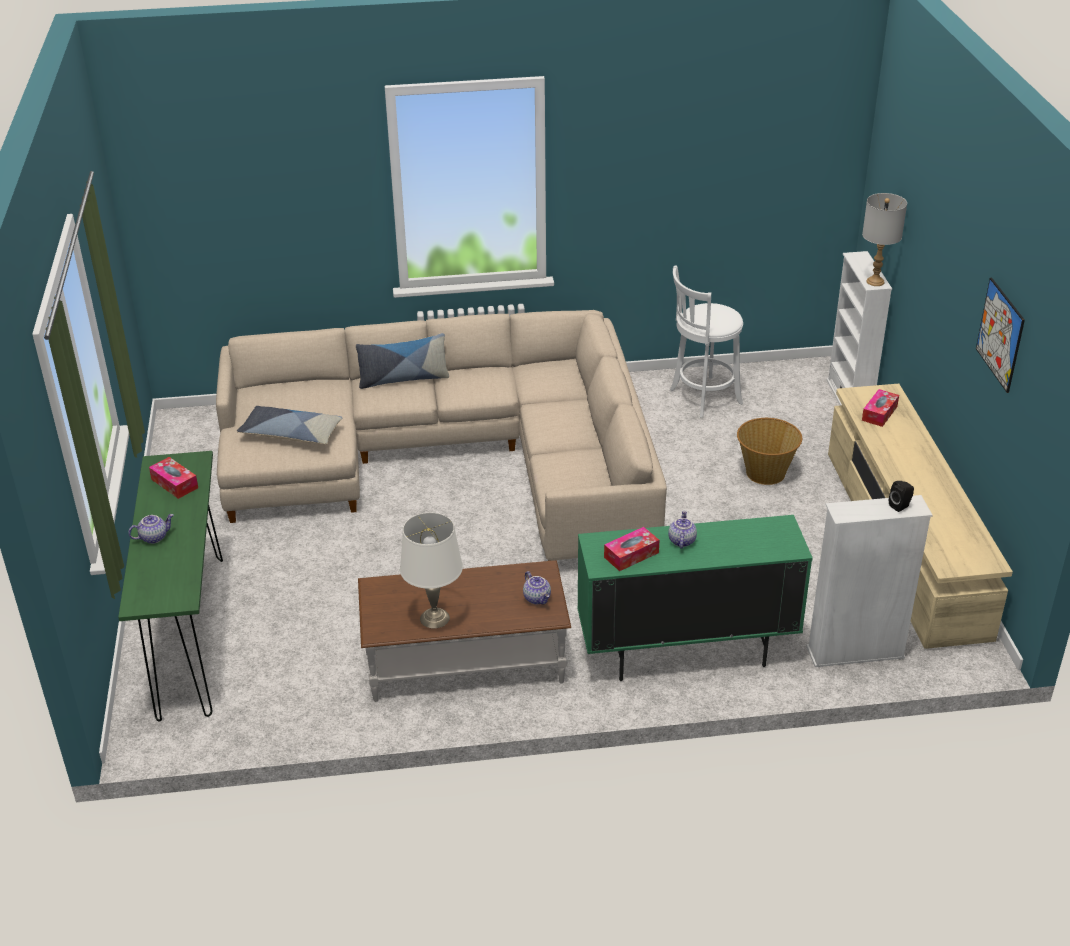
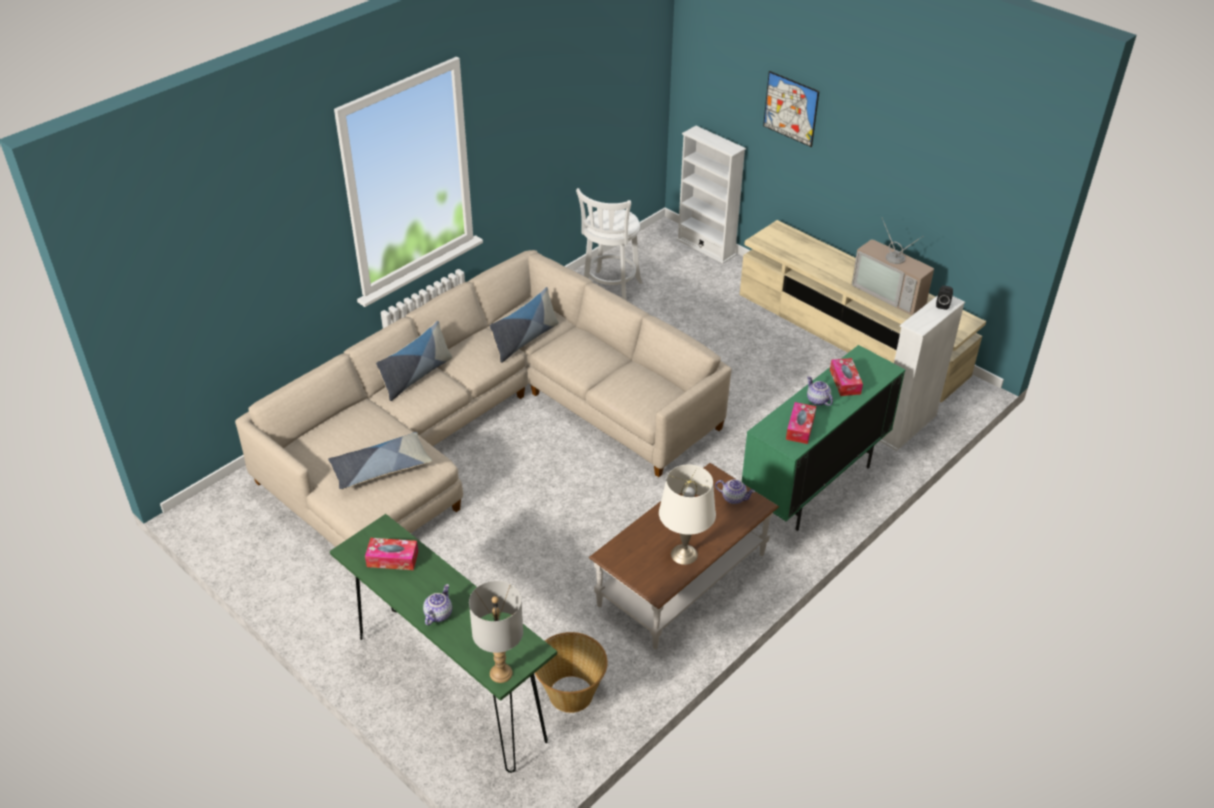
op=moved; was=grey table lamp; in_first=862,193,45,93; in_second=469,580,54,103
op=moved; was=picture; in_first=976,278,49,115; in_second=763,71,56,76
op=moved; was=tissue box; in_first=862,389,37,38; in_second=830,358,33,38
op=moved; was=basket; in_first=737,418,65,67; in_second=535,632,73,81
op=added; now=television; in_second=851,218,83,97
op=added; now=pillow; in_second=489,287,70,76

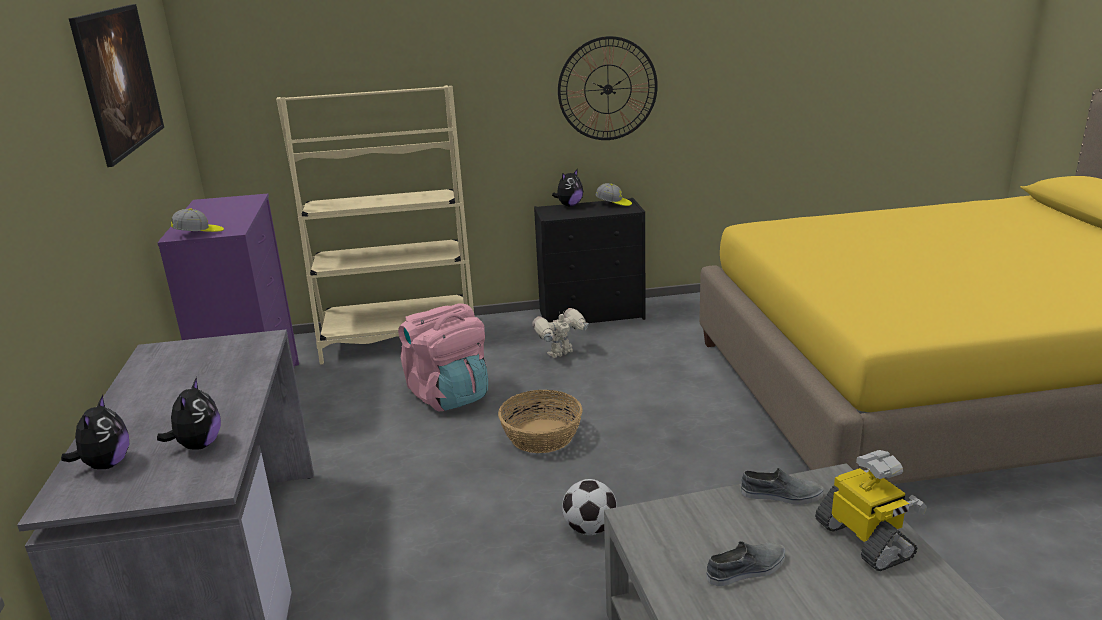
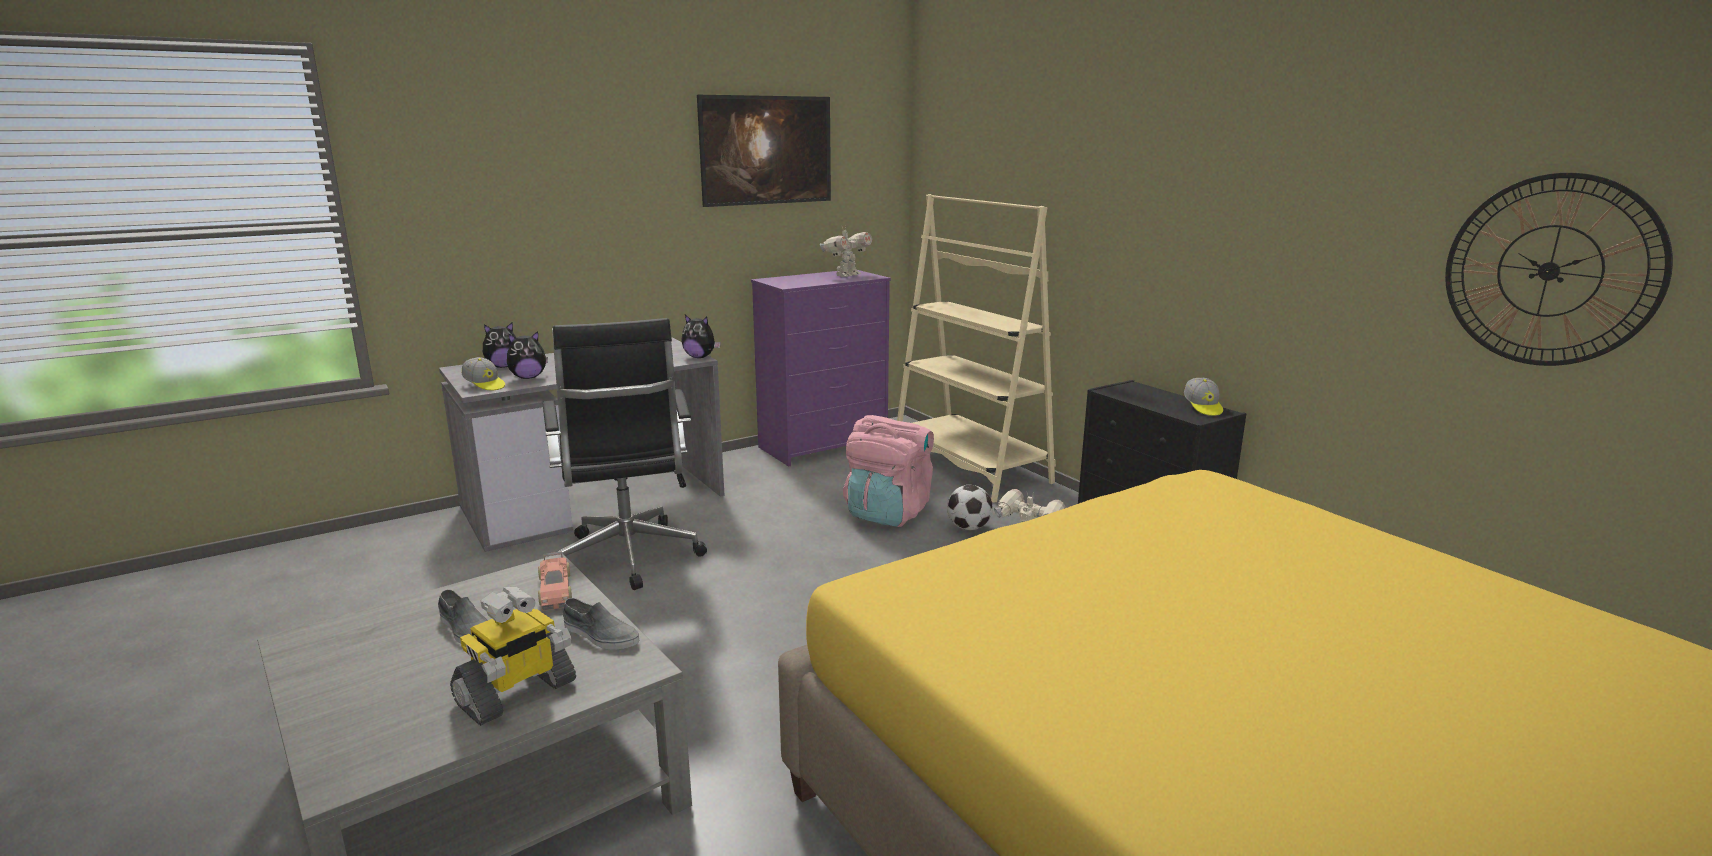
op=moved; was=wall clock; in_first=558,36,100,104; in_second=1445,173,228,193
op=moved; was=plush toy; in_first=552,169,31,37; in_second=681,315,40,43
op=moved; was=cap; in_first=171,208,53,24; in_second=462,357,43,33
op=removed; was=basket; in_first=498,390,85,63
op=turned; was=grey shoe; in_first=741,468,83,37; in_second=563,598,76,52; clockwise=-45
op=moved; was=football; in_first=562,479,55,56; in_second=947,485,46,45
op=added; now=toy robot; in_second=820,227,52,50
op=added; now=black office chair; in_second=543,318,164,272
op=added; now=toy car; in_second=538,552,34,59

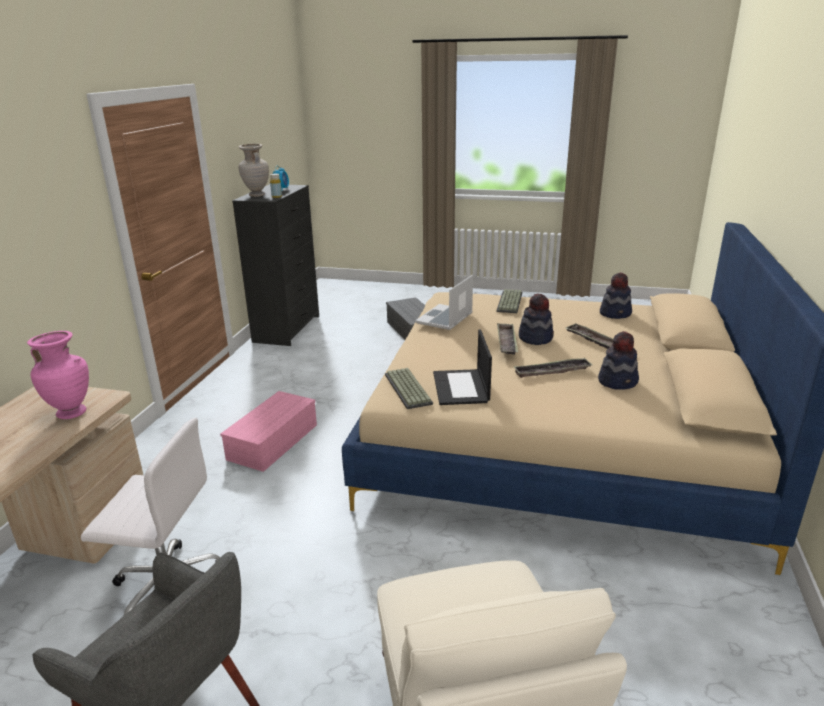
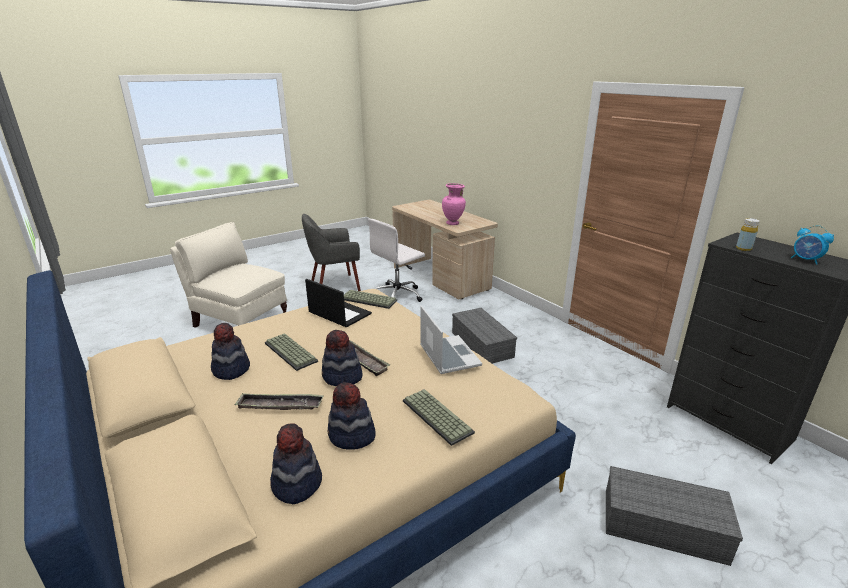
op=removed; was=beige vase; in_first=238,144,31,53
op=replaced; was=tray; now=keyboard; in_first=514,358,78,20; in_second=265,333,53,38
op=recoloured; was=pink storage box; now=grey storage box; in_first=220,391,97,81; in_second=452,308,65,56
op=added; now=hat; in_second=328,382,48,68

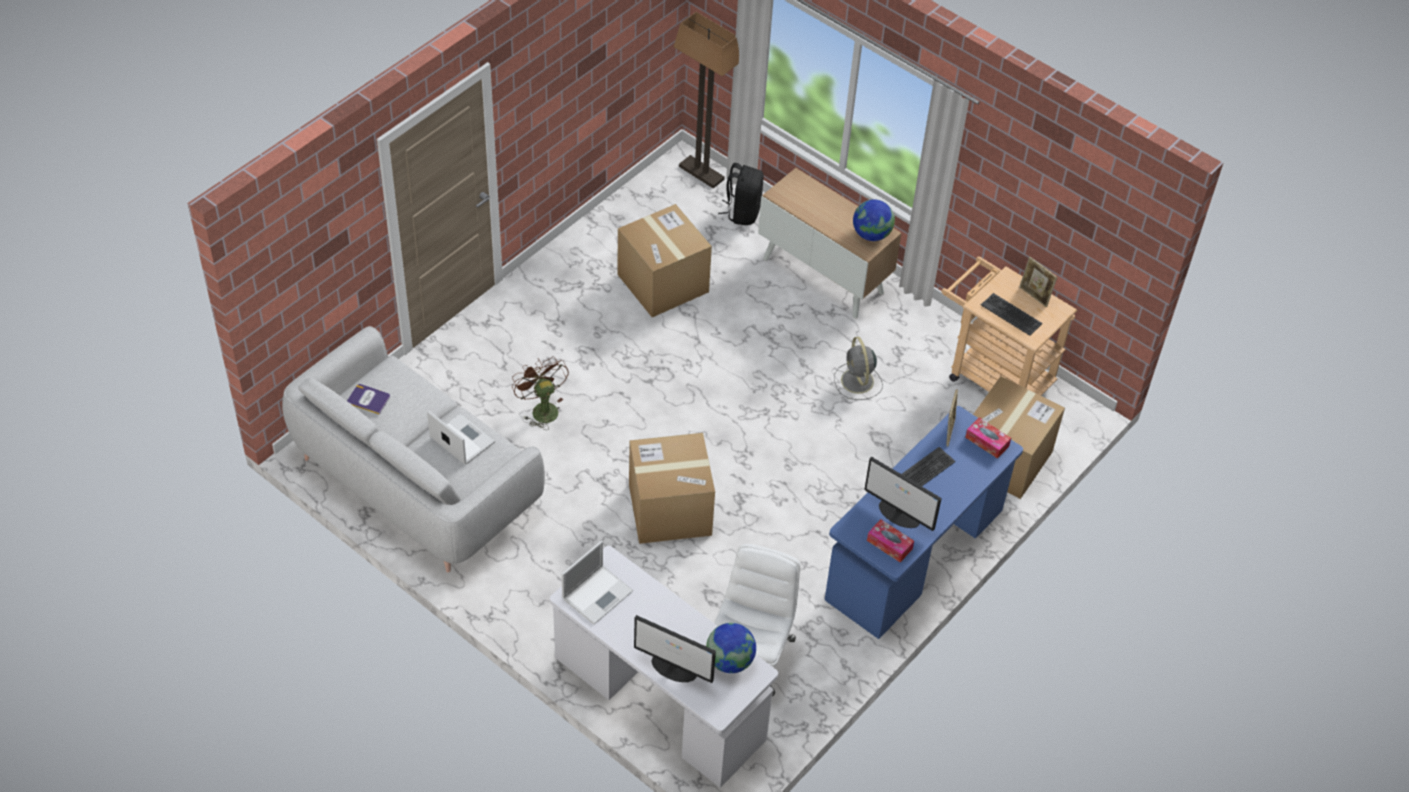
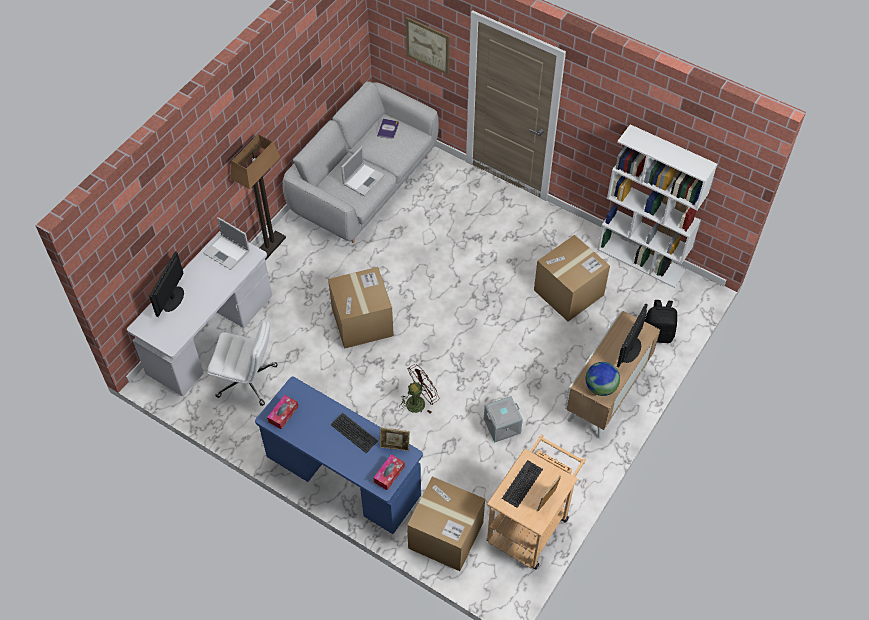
op=moved; was=floor lamp; in_first=674,12,65,177; in_second=230,134,56,127
op=replaced; was=grey fan; now=grey storage box; in_first=834,337,49,63; in_second=484,396,39,47
op=moved; was=brown fan; in_first=512,356,57,74; in_second=399,364,40,50
op=moved; was=monitor; in_first=864,457,78,74; in_second=617,303,31,64
op=removed; was=globe; in_first=706,623,50,50
op=added; now=picture; in_second=406,17,44,58
op=added; now=white bookcase; in_second=597,124,120,164

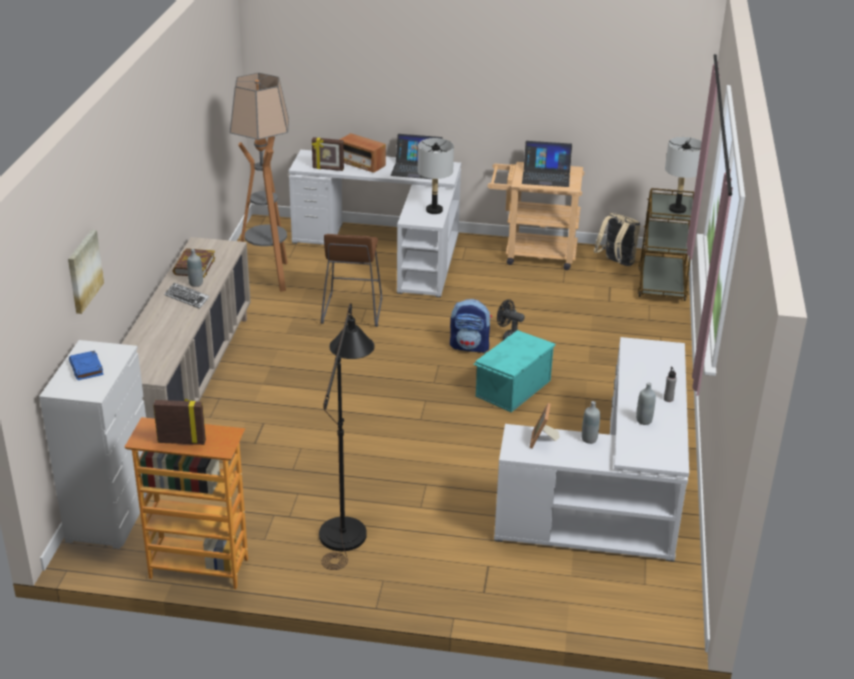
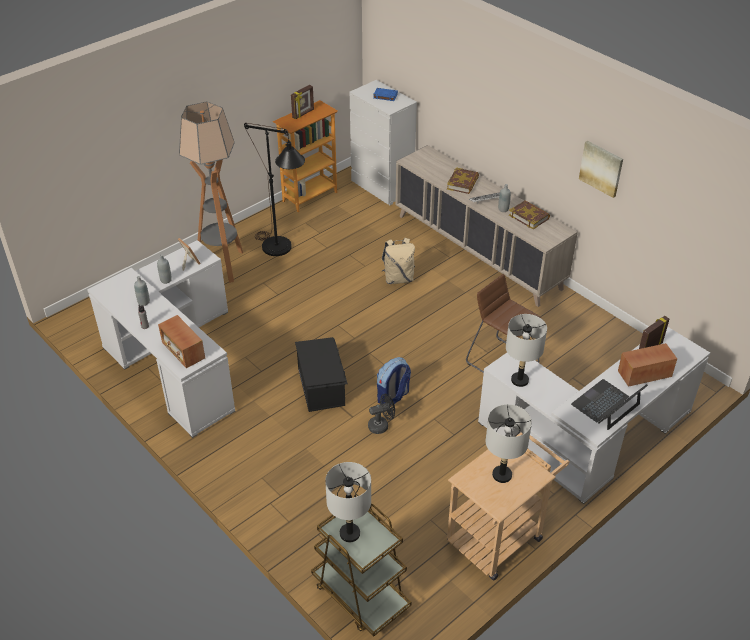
op=moved; was=floor lamp; in_first=230,73,59,219; in_second=179,101,64,182
op=replaced; was=laptop; now=grey table lamp; in_first=522,141,50,46; in_second=486,404,46,79
op=moved; was=beige backpack; in_first=594,213,46,53; in_second=381,238,34,46
op=moved; was=picture; in_first=68,230,36,84; in_second=579,141,44,57
op=recoloured; was=turquoise storage box; now=black storage box; in_first=473,330,83,82; in_second=295,337,53,75
op=added; now=book; in_second=447,167,32,27
op=added; now=radio; in_second=158,315,47,53

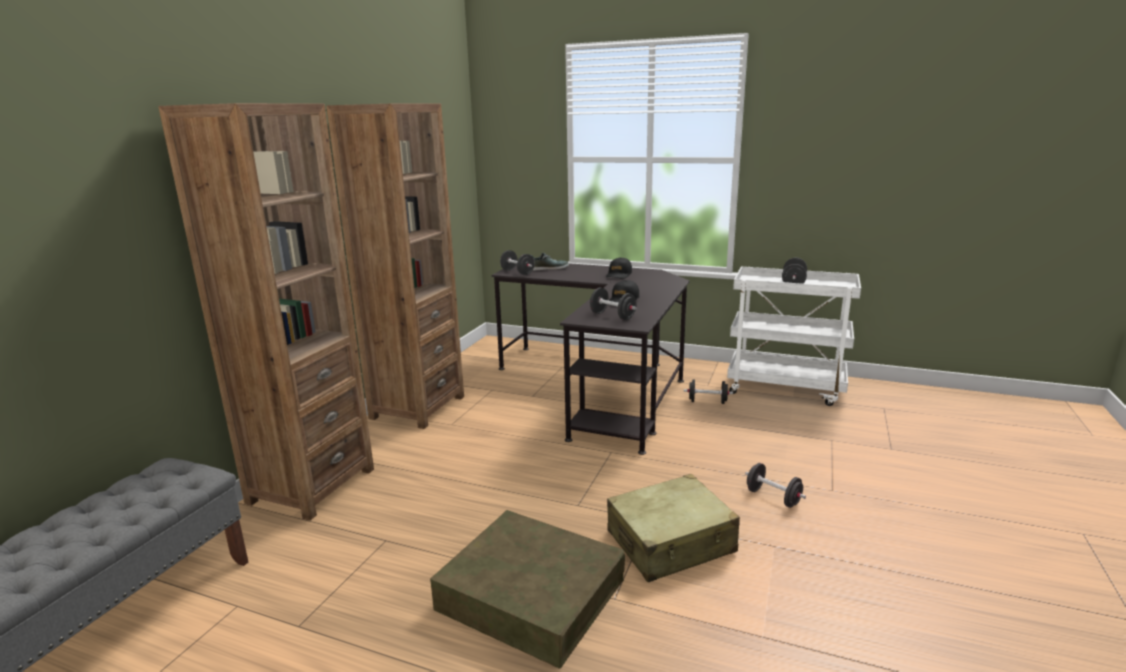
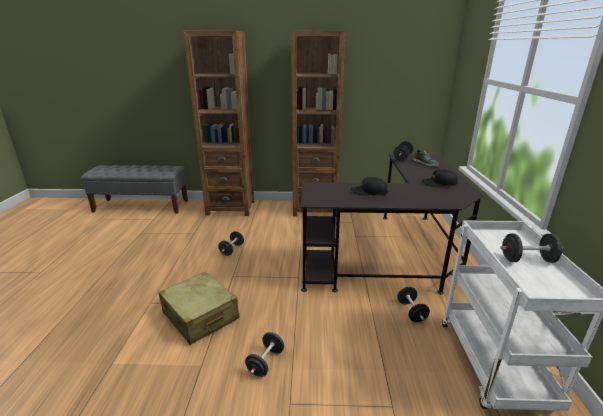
op=moved; was=black dumbbell; in_first=590,288,47,32; in_second=218,231,26,25
op=removed; was=brown storage box; in_first=430,510,195,159

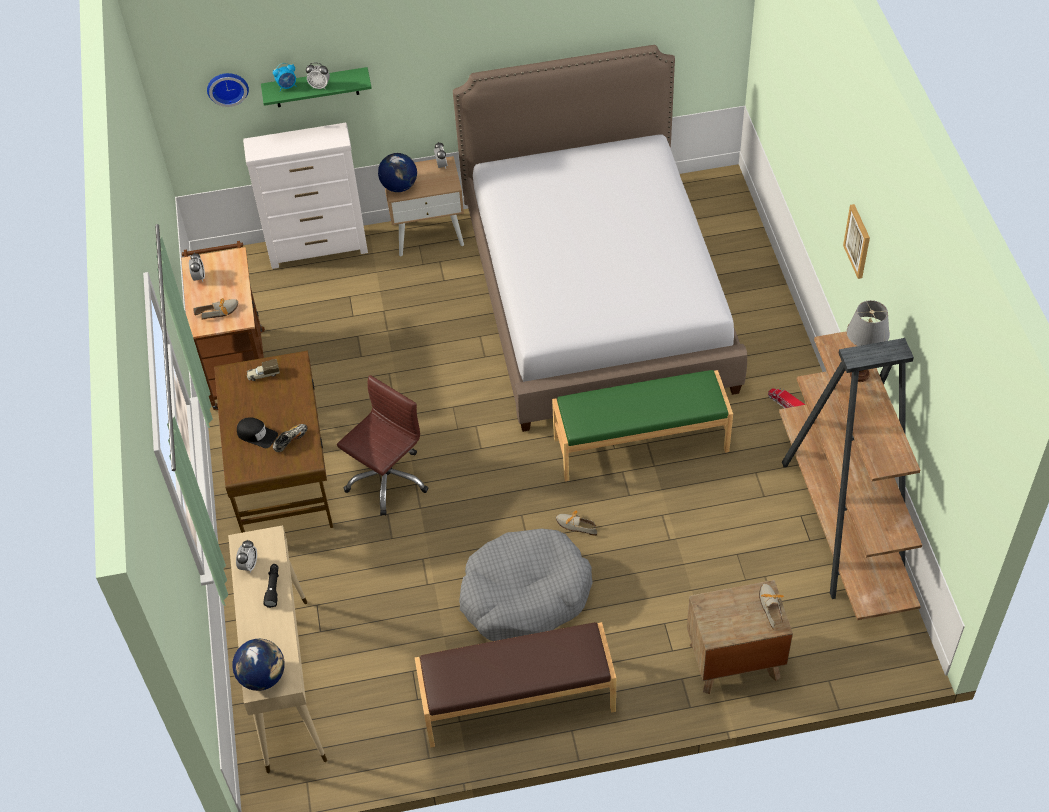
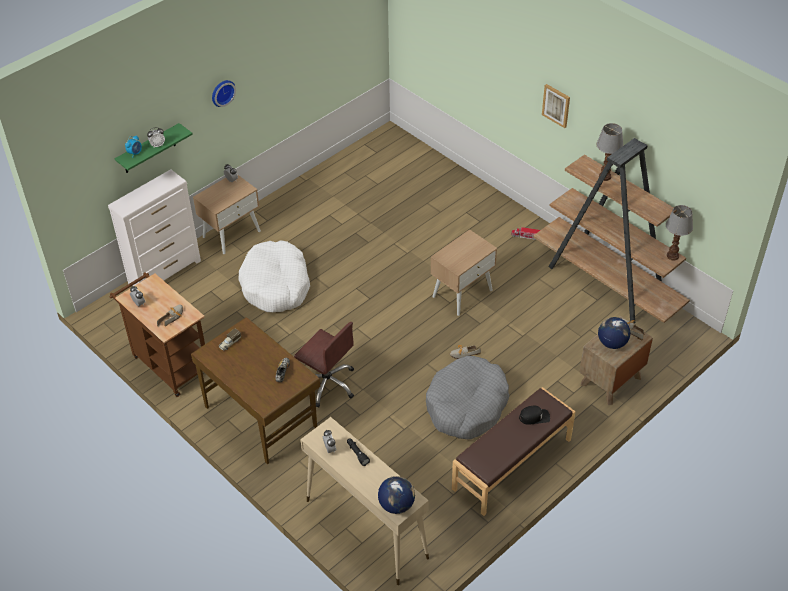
op=removed; was=bed; in_first=453,45,294,387
op=moved; was=wall clock; in_first=207,73,42,34; in_second=212,80,24,27
op=moved; was=globe; in_first=378,153,39,39; in_second=598,317,32,32
op=replaced; was=green bench; now=beige nightstand; in_first=552,370,181,111; in_second=430,229,67,87
op=turned; was=brown office chair; in_first=337,375,91,140; in_second=294,322,60,86; clockwise=120
op=moved; was=black cap; in_first=237,417,41,31; in_second=519,406,31,19
op=added; now=table lamp; in_second=666,205,27,56
op=added; now=white dog bed; in_second=239,241,71,71

